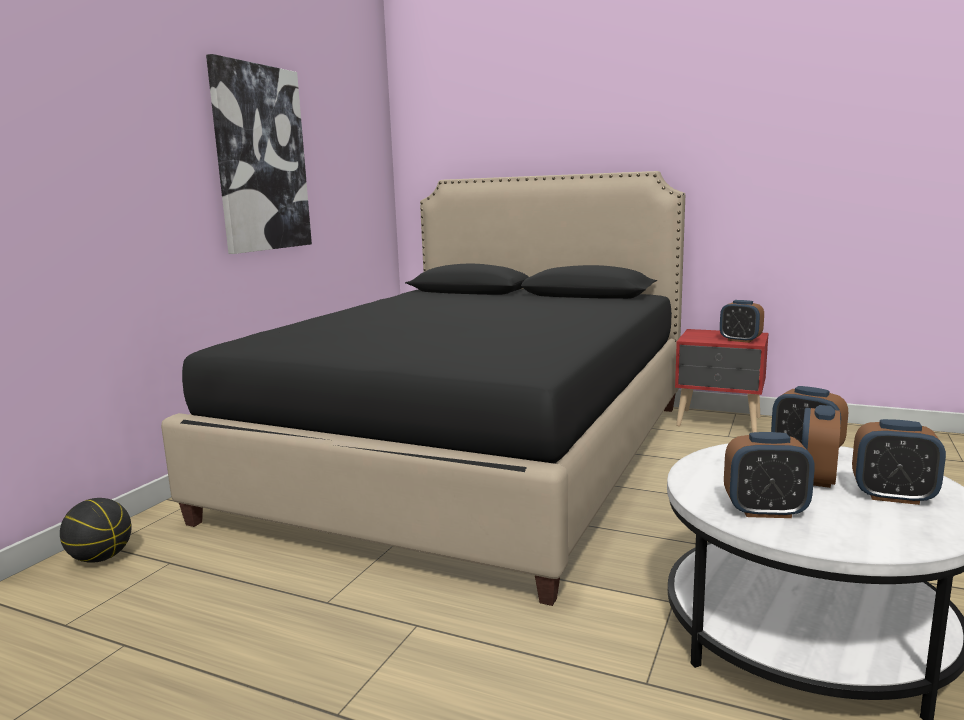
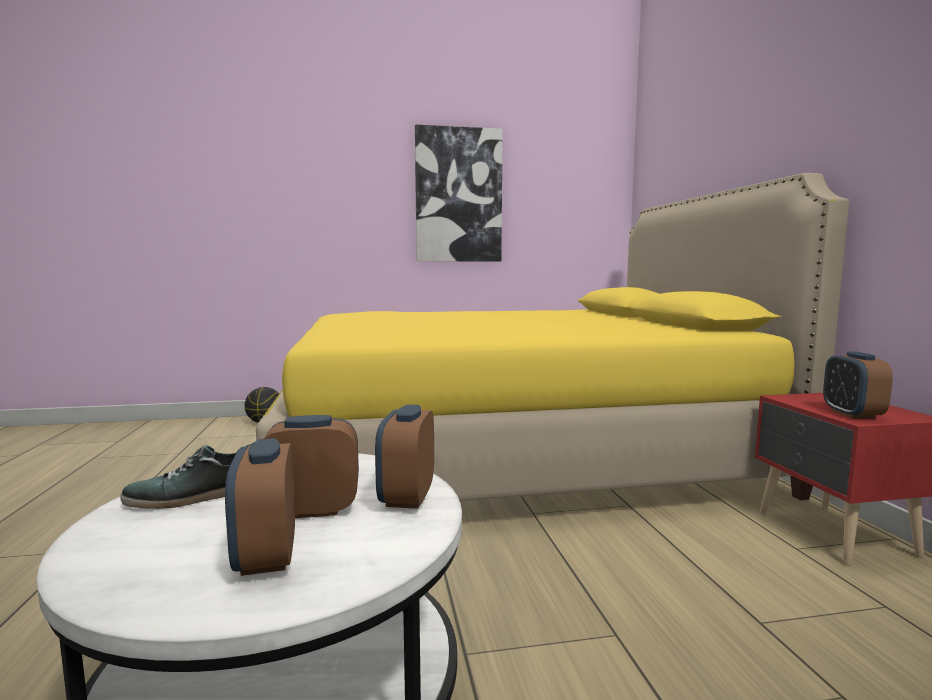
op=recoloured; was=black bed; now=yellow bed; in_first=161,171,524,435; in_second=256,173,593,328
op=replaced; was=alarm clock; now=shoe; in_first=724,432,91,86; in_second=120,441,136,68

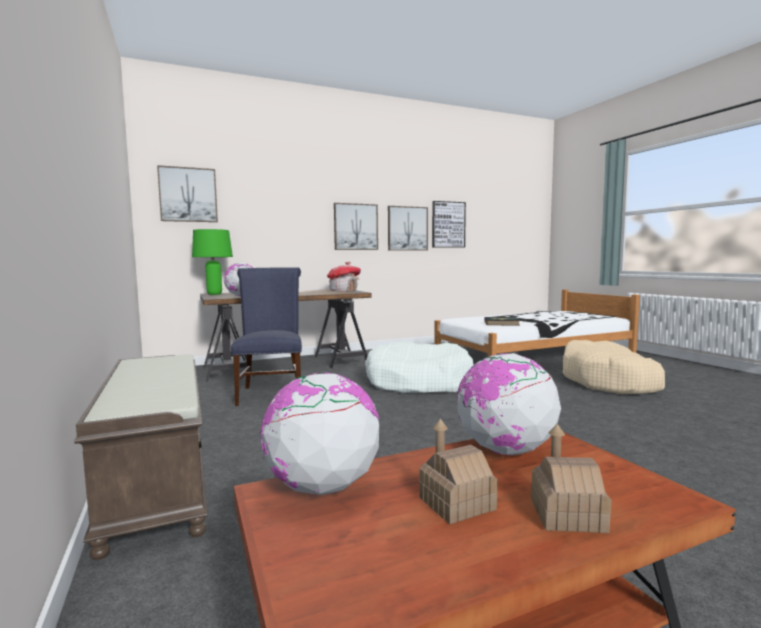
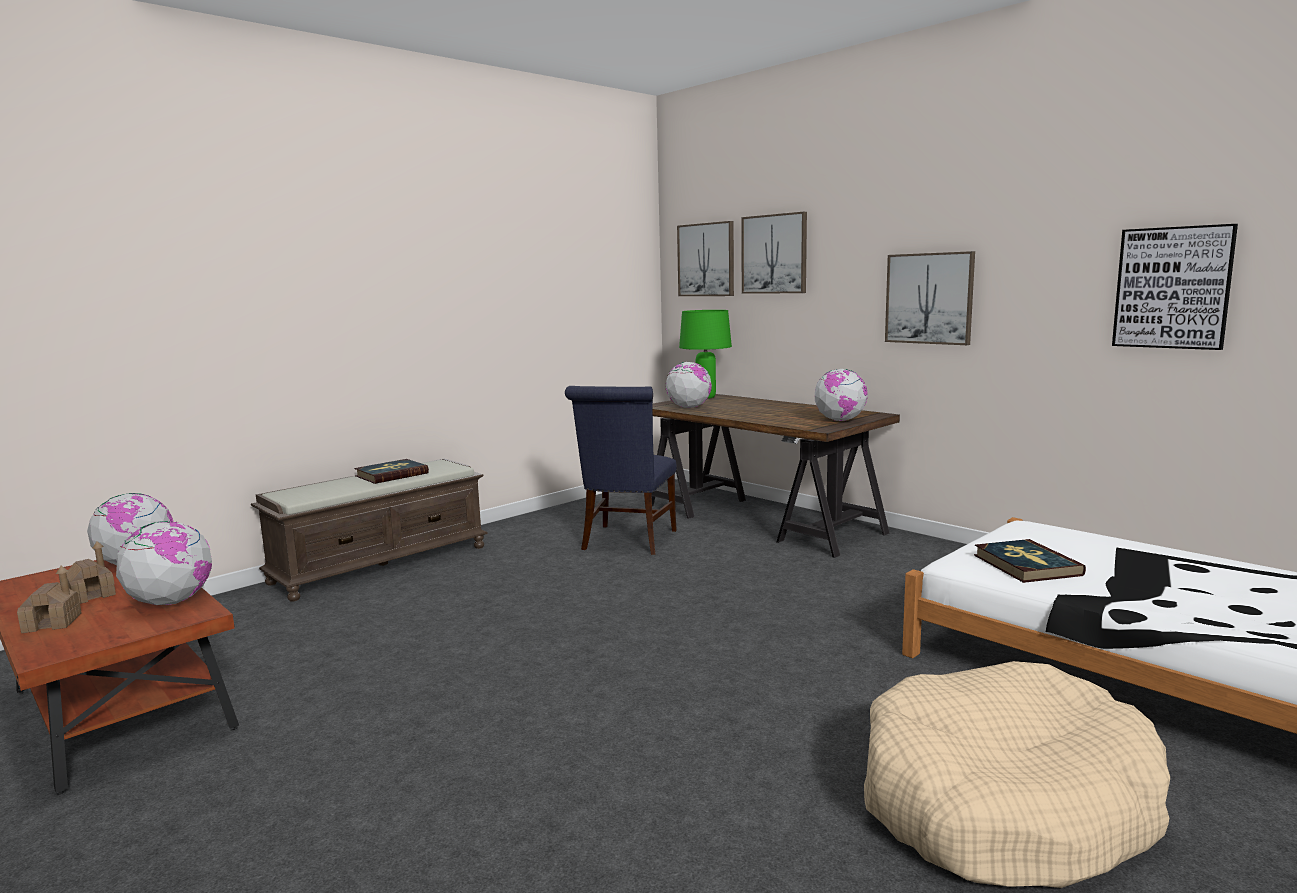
op=moved; was=picture; in_first=388,206,40,45; in_second=741,212,66,82
op=replaced; was=toy house; now=globe; in_first=327,262,34,30; in_second=815,369,53,52
op=turned; was=blue chair; in_first=231,267,71,139; in_second=565,386,112,169; clockwise=135
op=removed; was=white dog bed; in_first=365,342,109,51
op=added; now=book; in_second=354,459,75,25

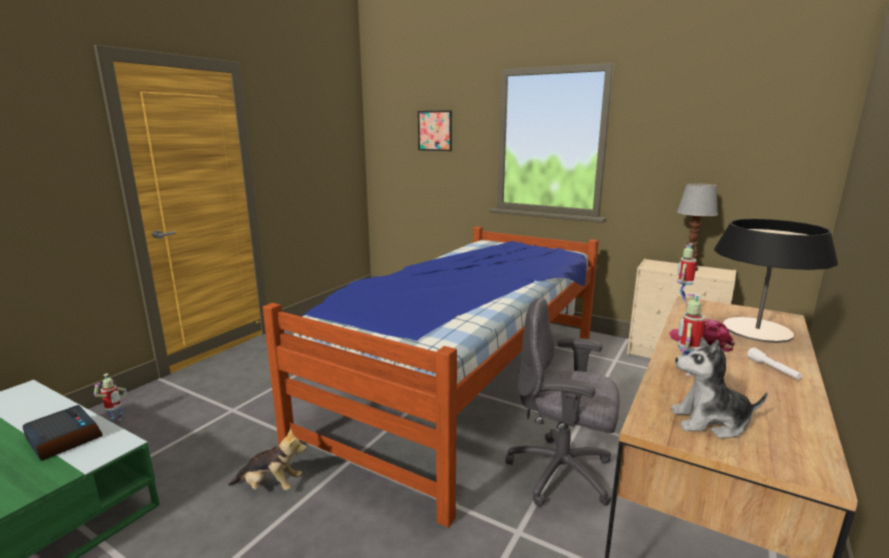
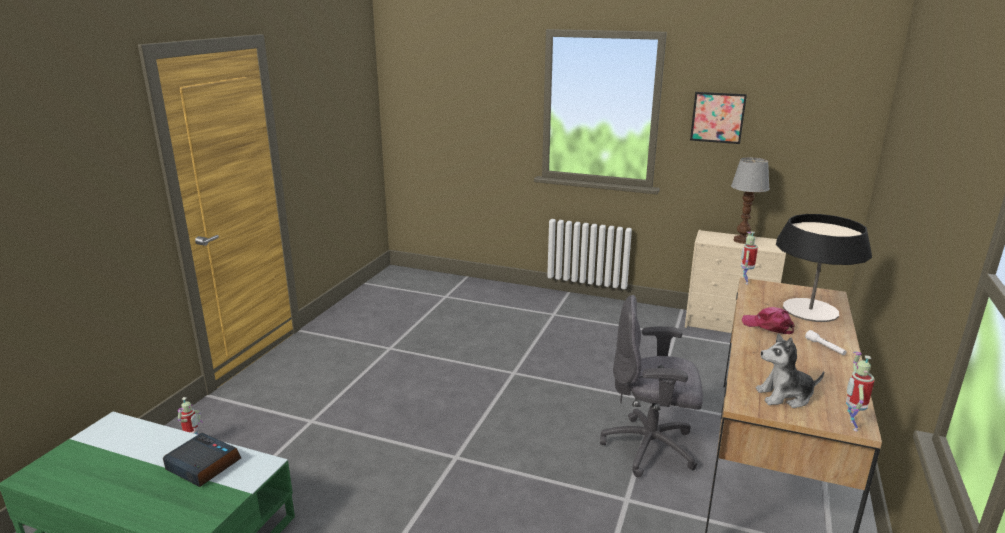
op=moved; was=picture; in_first=418,110,34,41; in_second=690,92,57,52
op=removed; was=bed; in_first=263,227,336,301
op=moved; was=toy robot; in_first=678,294,28,82; in_second=846,352,28,79
op=removed; was=plush toy; in_first=228,428,79,62

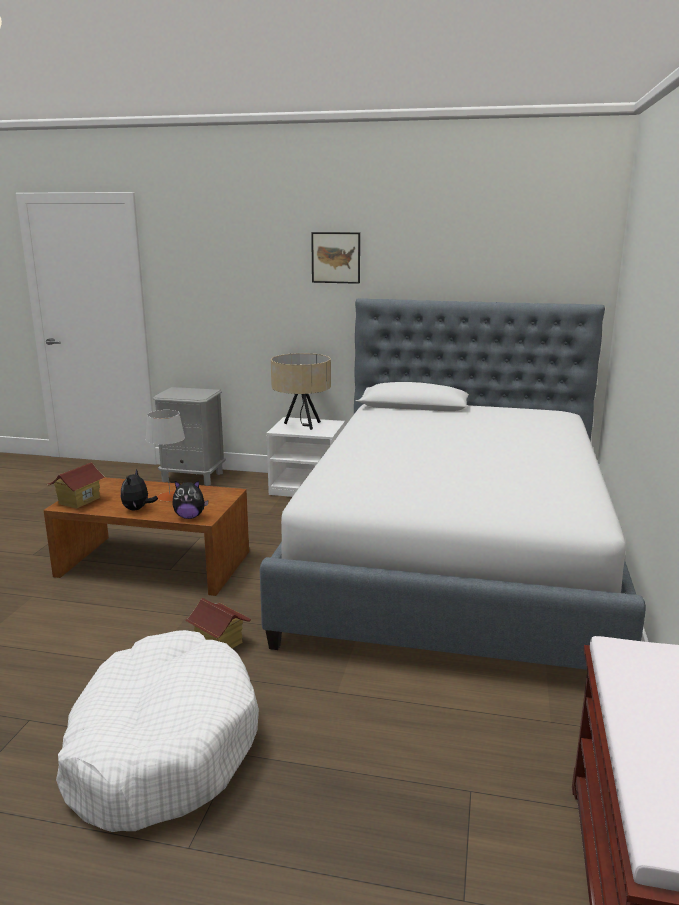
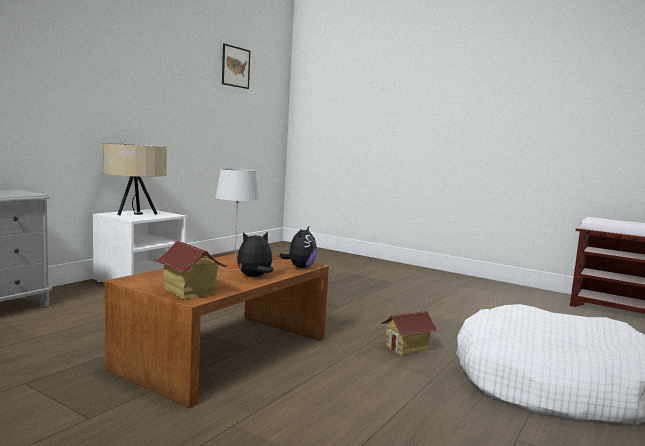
op=moved; was=picture; in_first=311,232,49,52; in_second=222,44,28,45
op=removed; was=bed; in_first=260,298,386,372
op=turned; was=plush toy; in_first=121,469,37,42; in_second=237,232,36,45; clockwise=120

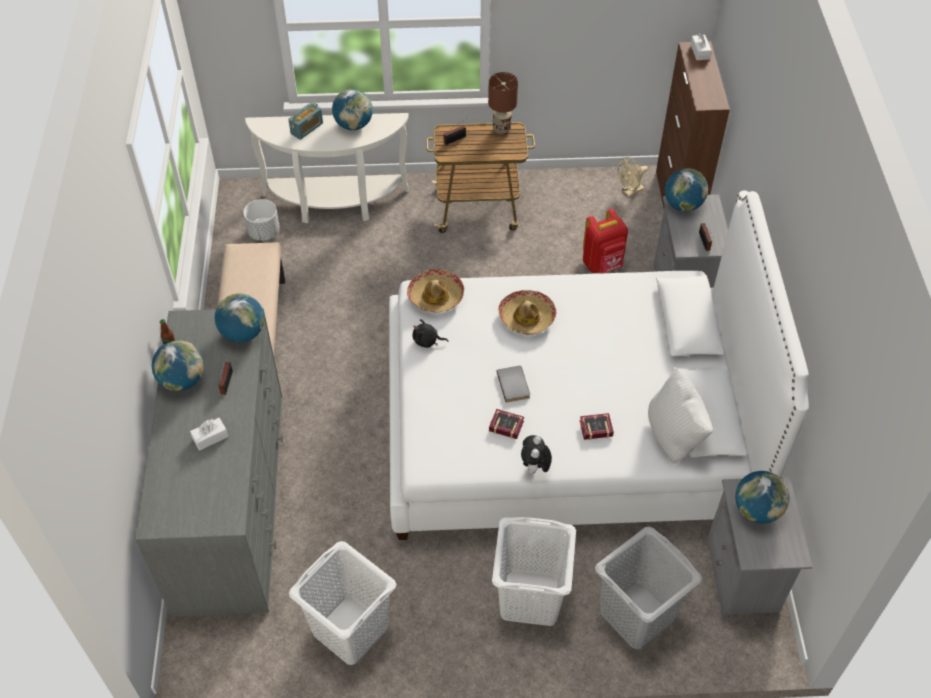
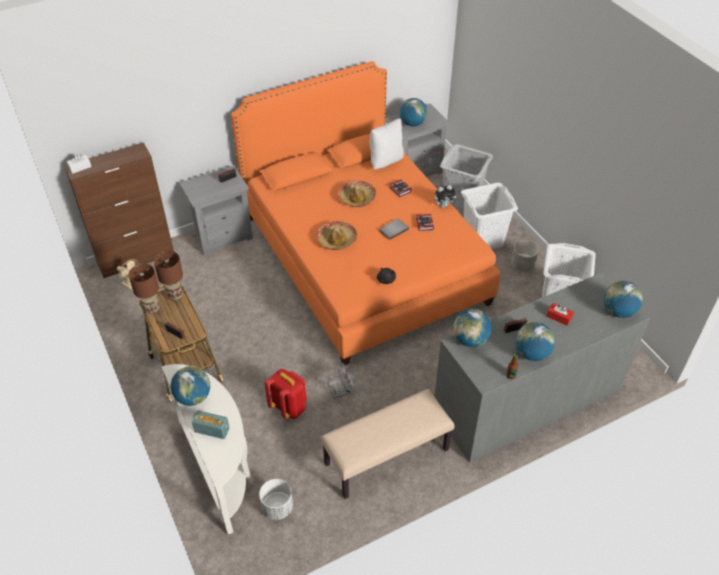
op=moved; was=globe; in_first=665,168,43,44; in_second=604,281,39,37
op=recoloured; was=white bed; now=orange bed; in_first=389,190,420,350; in_second=231,61,269,304
op=moved; was=red backpack; in_first=583,209,45,64; in_second=265,369,43,50
op=moved; was=hat; in_first=407,269,57,43; in_second=338,181,38,26
op=recoloured; was=white tissue box; now=red tissue box; in_first=190,418,38,33; in_second=546,303,28,23
op=added; now=grey planter; in_second=511,240,28,31
op=added; now=brown table lamp; in_second=154,251,29,50
op=added; now=grey fan; in_second=327,362,29,37

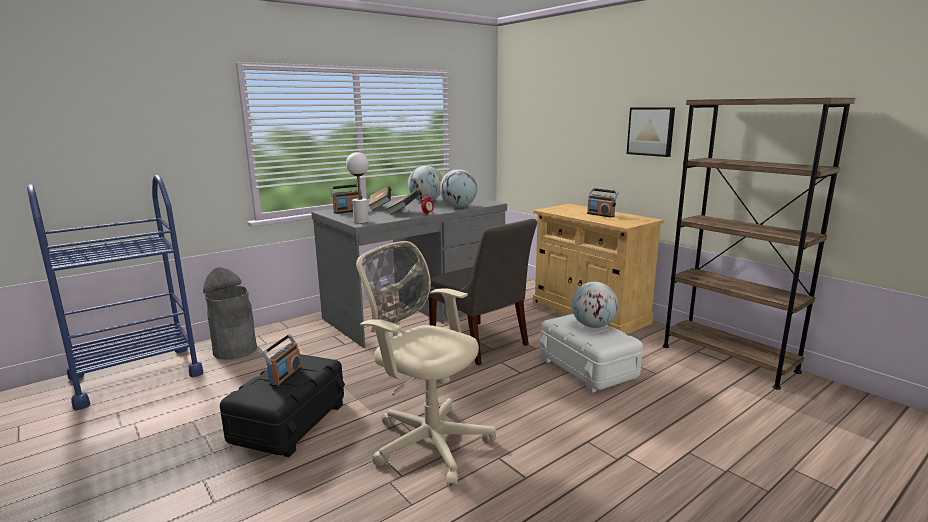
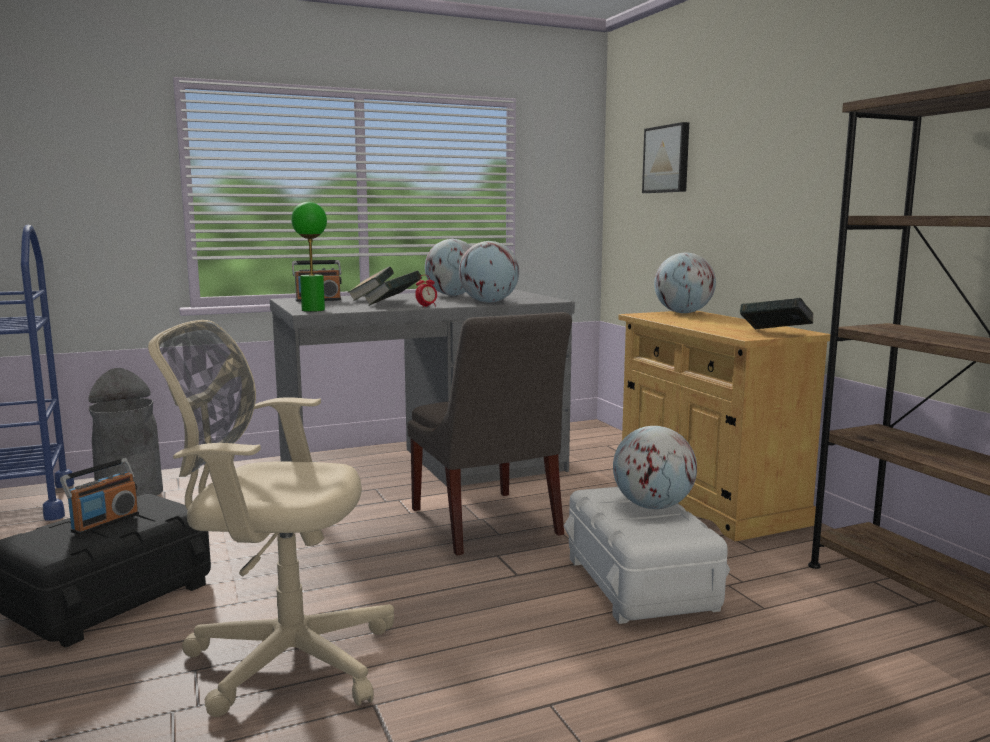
op=moved; was=picture; in_first=627,107,48,50; in_second=642,122,47,71
op=recoloured; was=white table lamp; now=green table lamp; in_first=346,152,23,71; in_second=291,202,36,110
op=removed; was=radio; in_first=587,188,31,30
op=turned; was=beige office chair; in_first=356,241,140,245; in_second=148,320,246,397; clockwise=-45
op=added; now=globe; in_second=654,252,62,61
op=added; now=book; in_second=740,298,73,32

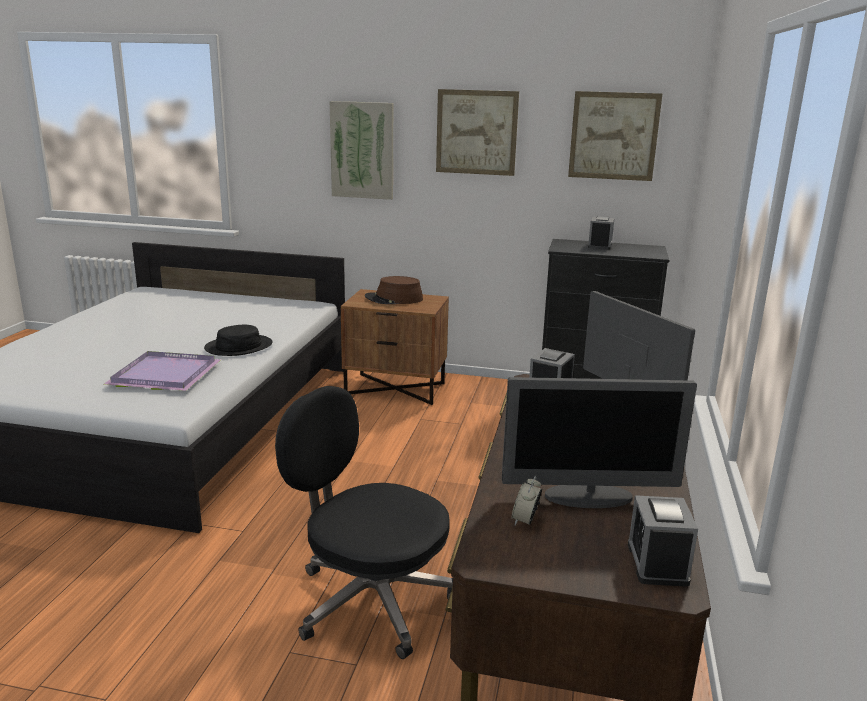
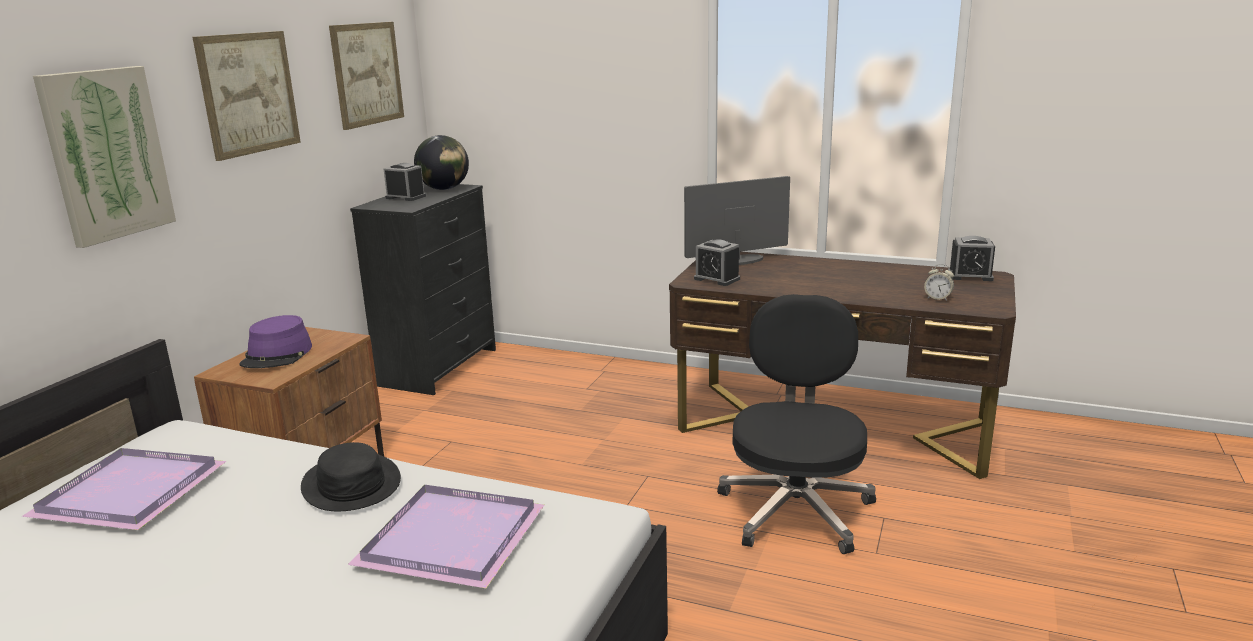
op=recoloured; was=brown hat; now=purple hat; in_first=365,276,58,28; in_second=239,315,73,53
op=removed; was=monitor; in_first=502,377,195,131
op=turned; was=black office chair; in_first=275,386,178,273; in_second=717,294,159,260; clockwise=150
op=added; now=globe; in_second=414,135,55,55
op=added; now=purple tray; in_second=22,448,205,82

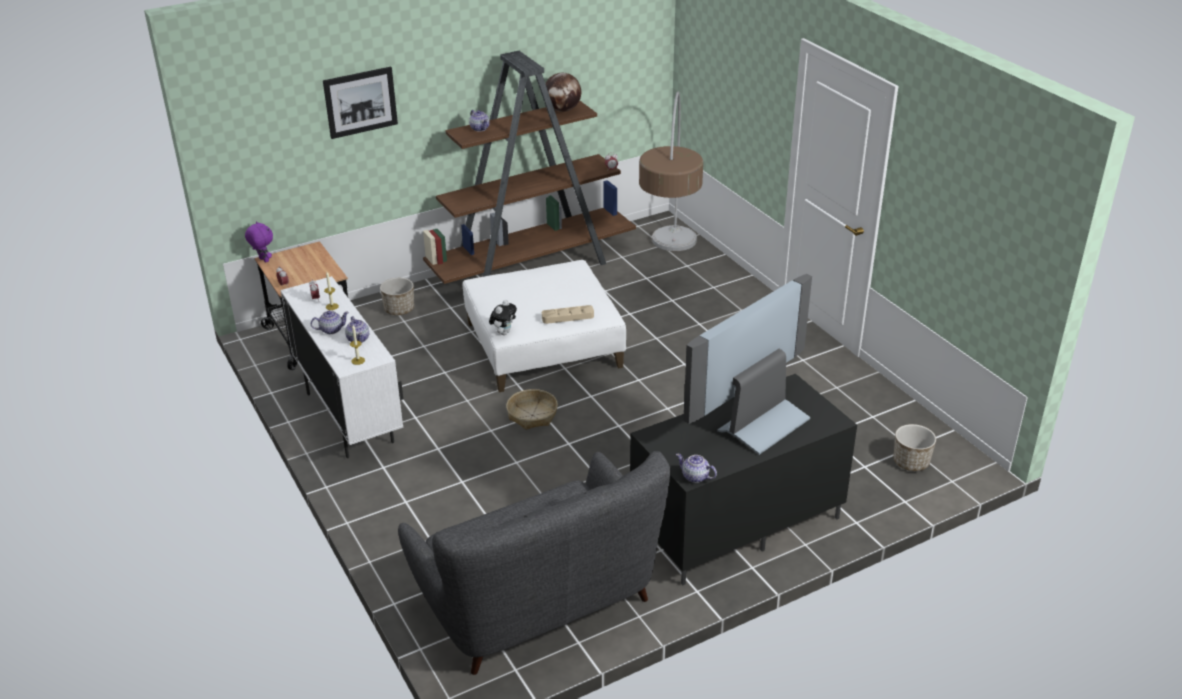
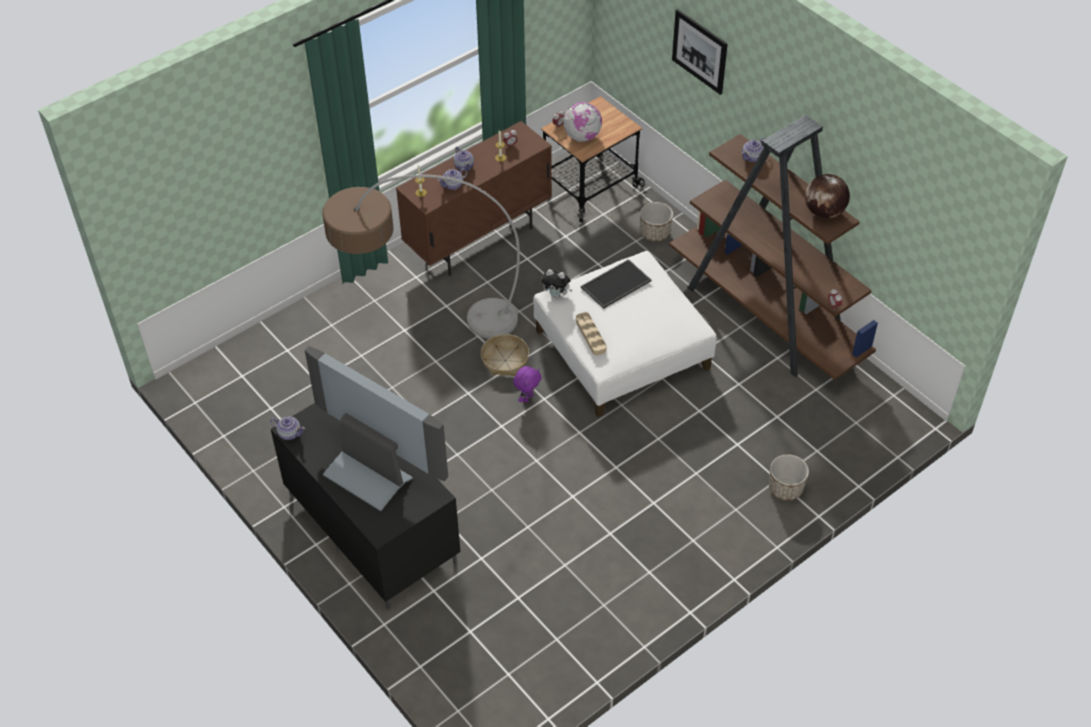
op=moved; was=floor lamp; in_first=639,92,64,159; in_second=322,175,198,164
op=moved; was=purple plush toy; in_first=245,221,28,42; in_second=513,366,28,37
op=recoloured; was=white cabinet; now=brown cabinet; in_first=280,276,123,182; in_second=396,121,156,155
op=moved; was=planter; in_first=893,424,43,47; in_second=769,454,40,47
op=removed; was=grey sofa; in_first=398,451,272,224
op=turned; was=teapot; in_first=676,453,41,30; in_second=270,416,35,24; clockwise=90
op=added; now=globe; in_second=563,102,39,40
op=added; now=tray; in_second=581,259,71,50

